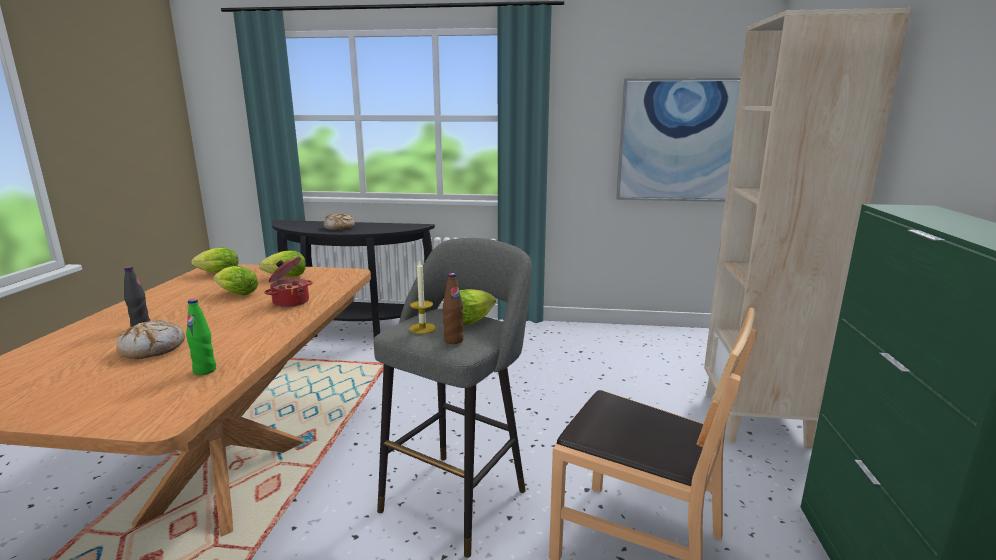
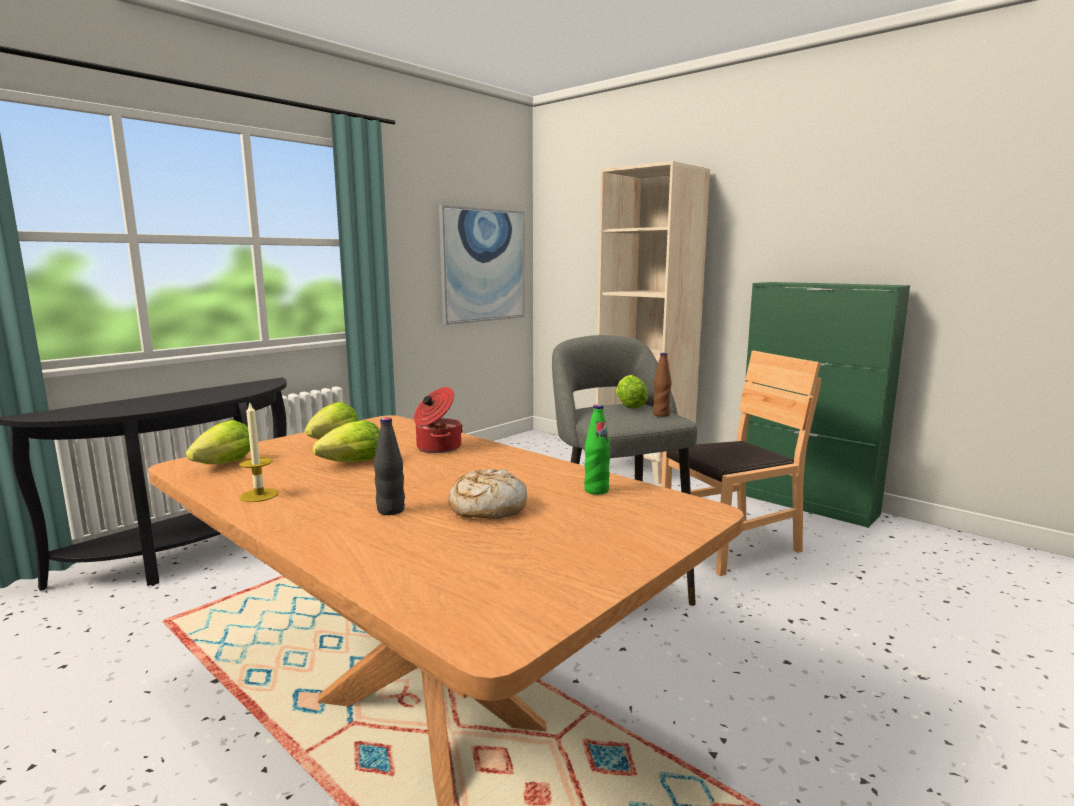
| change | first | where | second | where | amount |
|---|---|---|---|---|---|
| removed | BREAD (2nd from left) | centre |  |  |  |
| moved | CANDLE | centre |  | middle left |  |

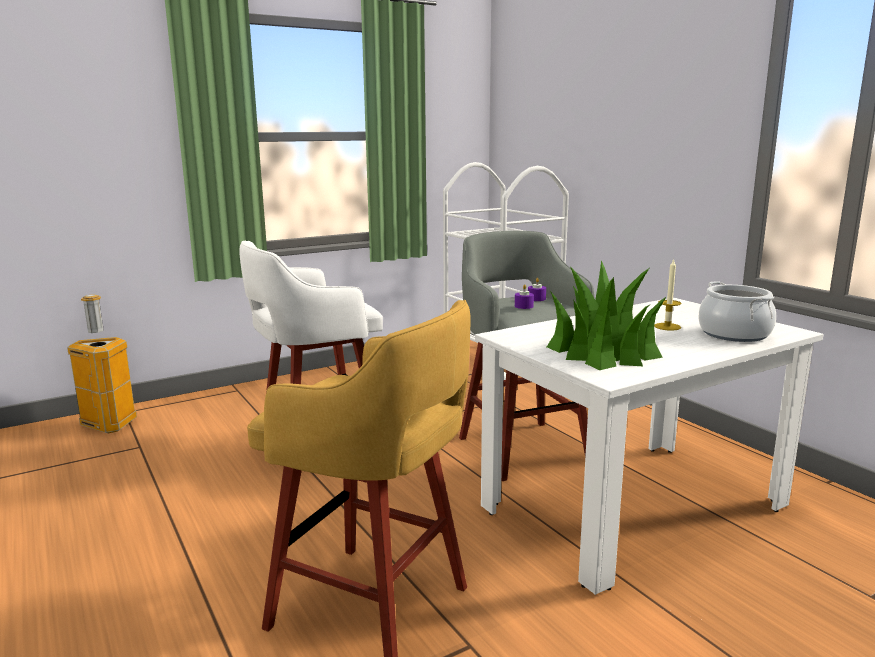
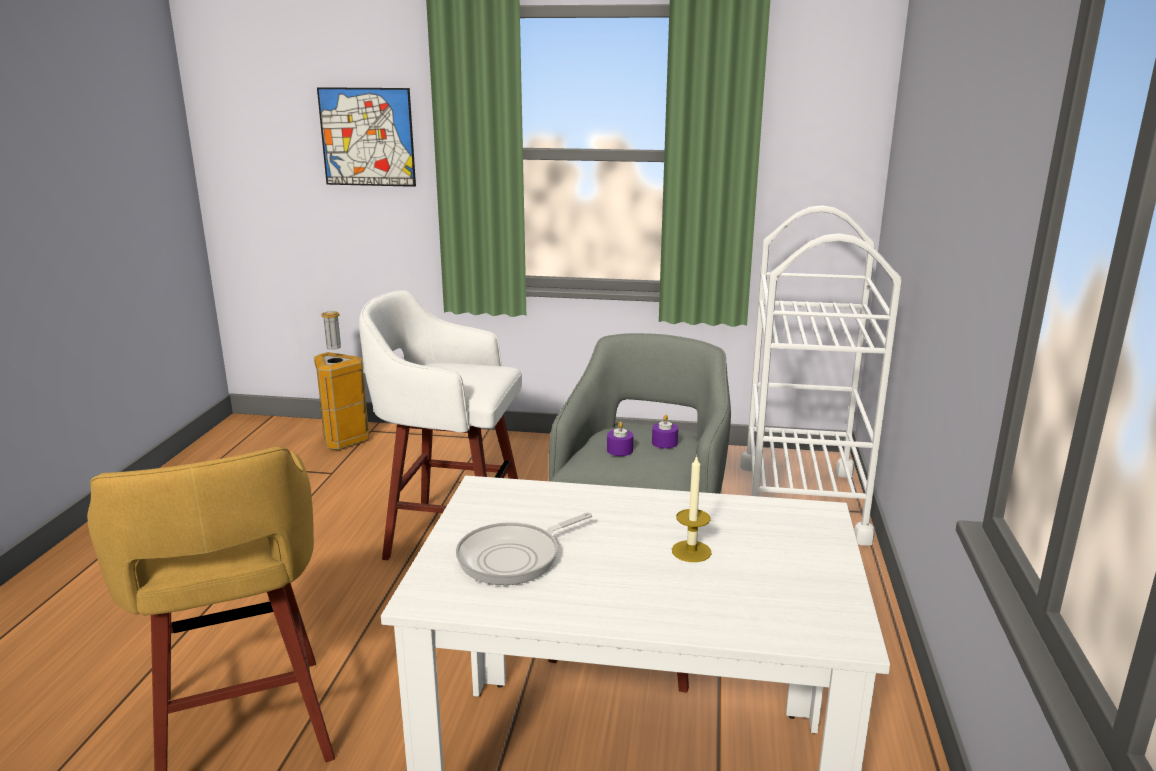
| change | first | where | second | where | amount |
|---|---|---|---|---|---|
| removed | COOKING POT | middle right |  |  |  |
| added |  |  | PICTURE | top left |  |
| replaced | POTTED PLANT | middle right | FRYING PAN | bottom centre |  |

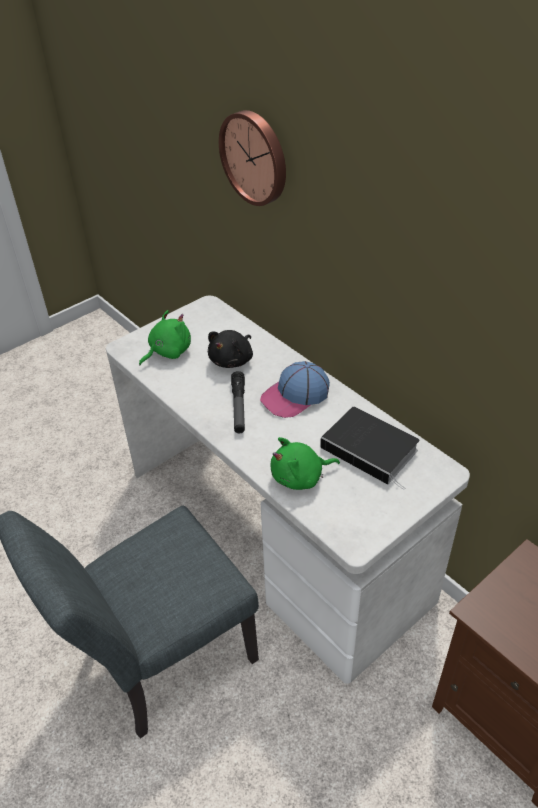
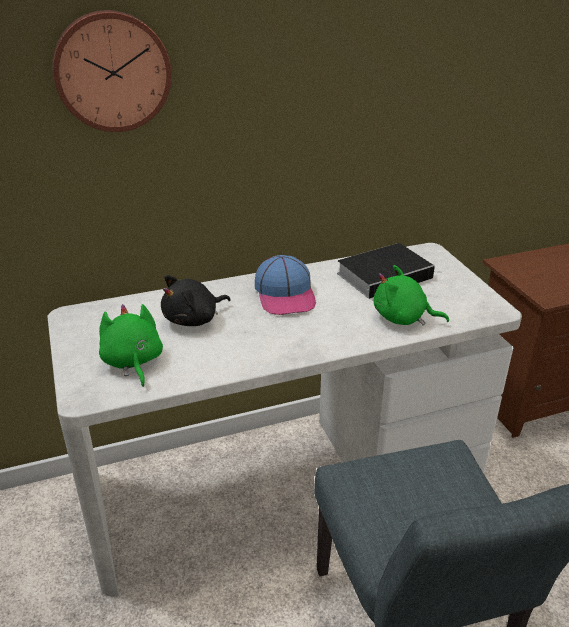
| change | first | where | second | where | amount |
|---|---|---|---|---|---|
| removed | FLASHLIGHT | centre |  |  |  |
| turned | BLACK PLUSH TOY | centre |  | centre | 90 degrees clockwise |
| turned | GREEN PLUSH TOY (2nd from left) | centre |  | middle right | 105 degrees clockwise |

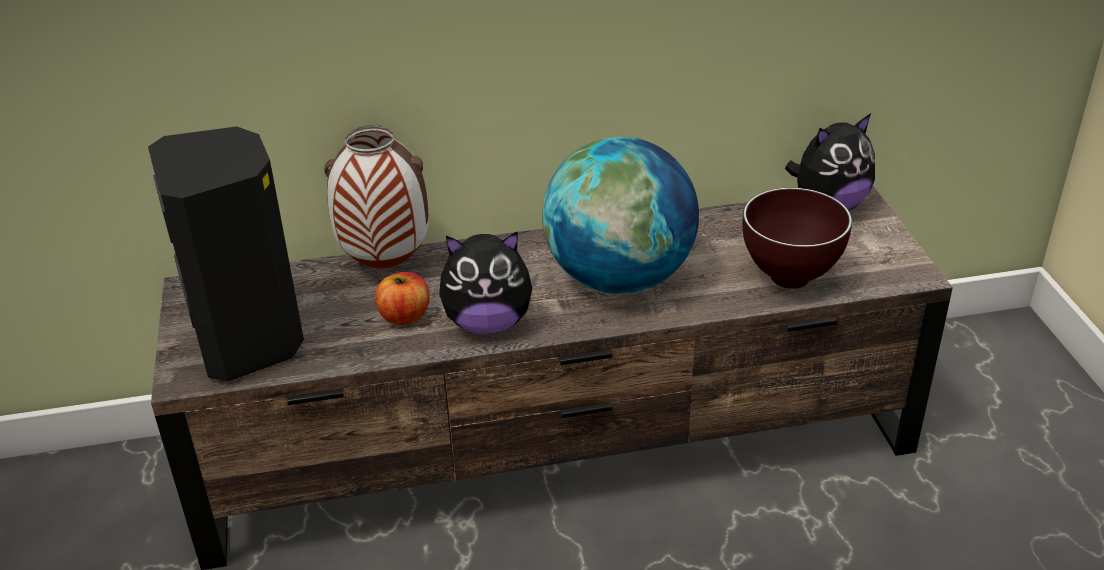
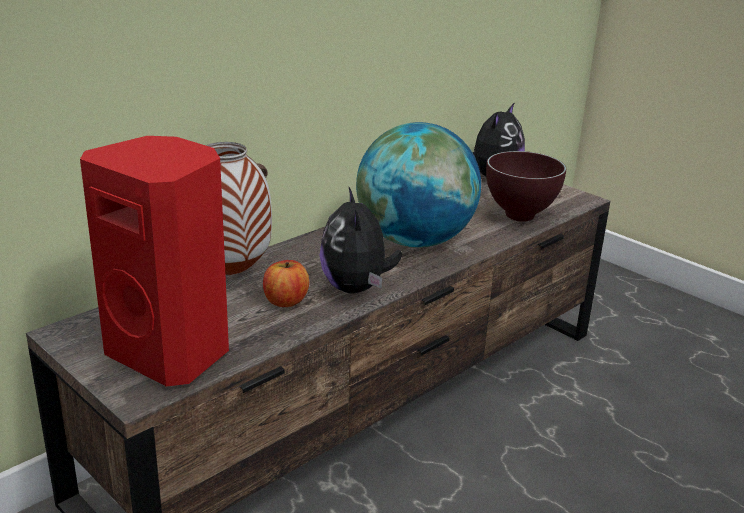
| change | first | where | second | where | amount |
|---|---|---|---|---|---|
| recoloured | BLACK SPEAKER | middle left | RED SPEAKER | middle left |  |
| turned | PLUSH TOY (1st from left) | centre |  | centre | 120 degrees clockwise |

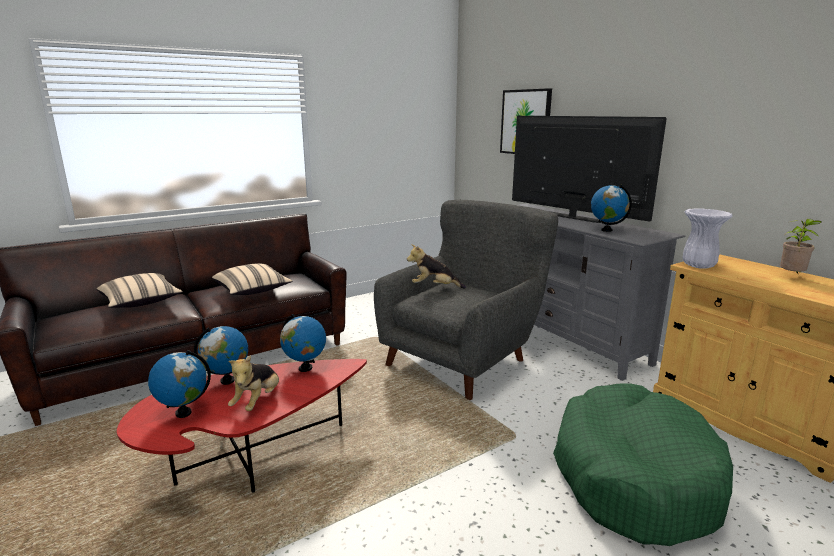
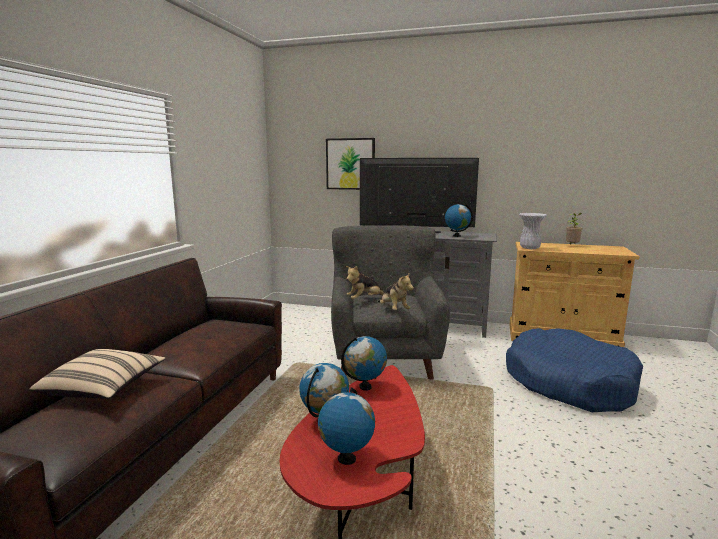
| change | first | where | second | where | amount |
|---|---|---|---|---|---|
| removed | BEIGE PILLOW (2nd from left) | middle left |  |  |  |
| moved | PLUSH TOY (1st from left in the first image) | bottom left | PLUSH TOY (2nd from left) | centre |  |
| recoloured | GREEN DOG BED | bottom right | BLUE DOG BED | bottom right |  |

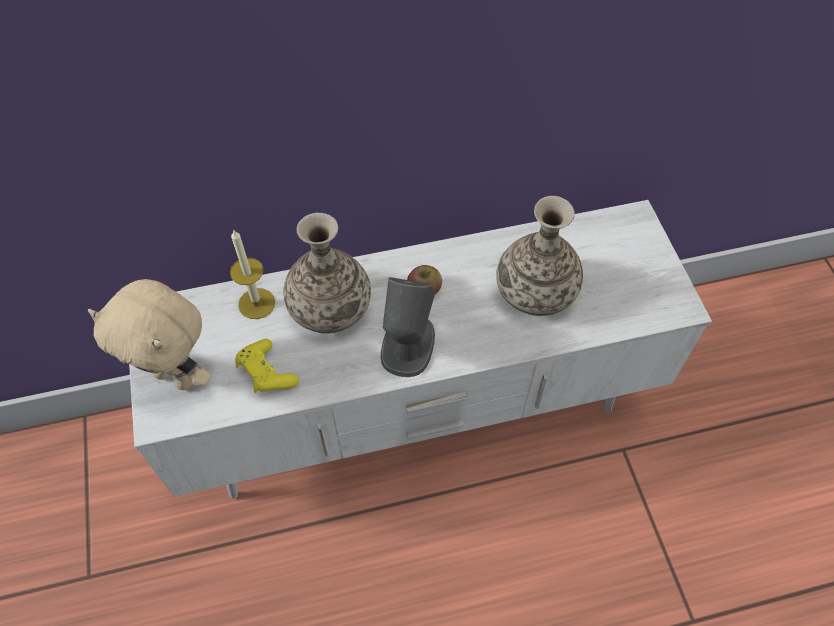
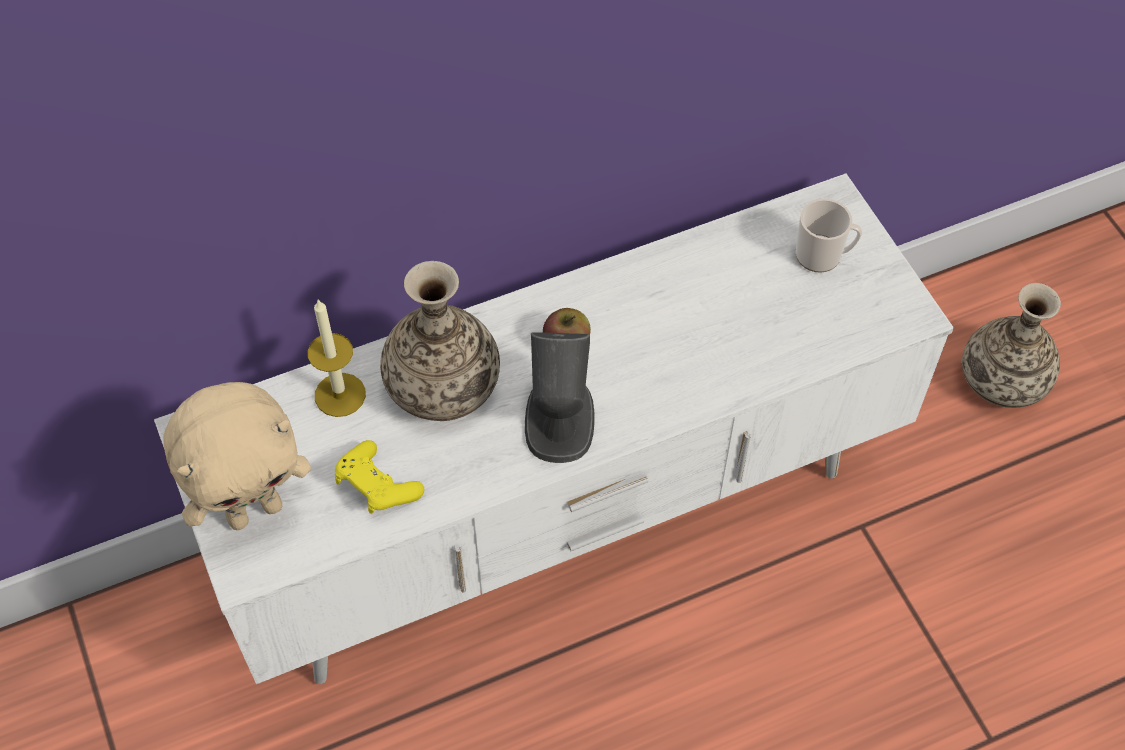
| change | first | where | second | where | amount |
|---|---|---|---|---|---|
| added |  |  | MUG | top right |  |
| moved | VASE (2nd from left) | centre |  | middle right |  |
| turned | BEIGE PLUSH TOY | middle left |  | middle left | 45 degrees counterclockwise |

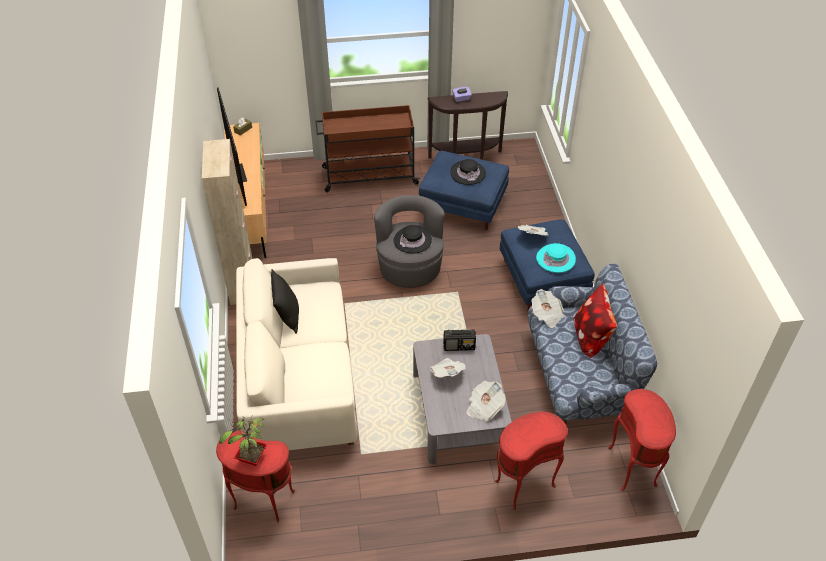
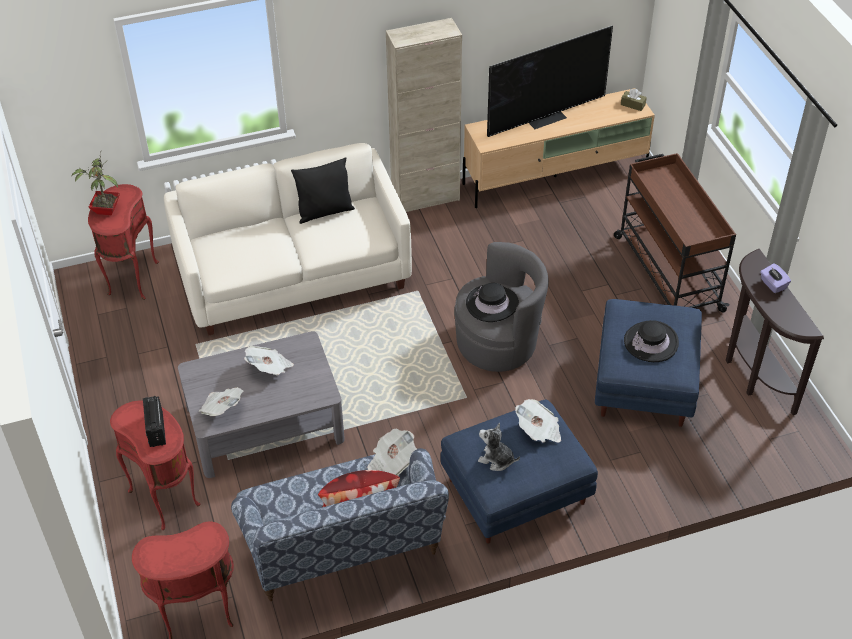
| change | first | where | second | where | amount |
|---|---|---|---|---|---|
| moved | RADIO | centre |  | middle left |  |
| replaced | TURQUOISE HAT | middle right | PLUSH TOY | bottom centre |  |

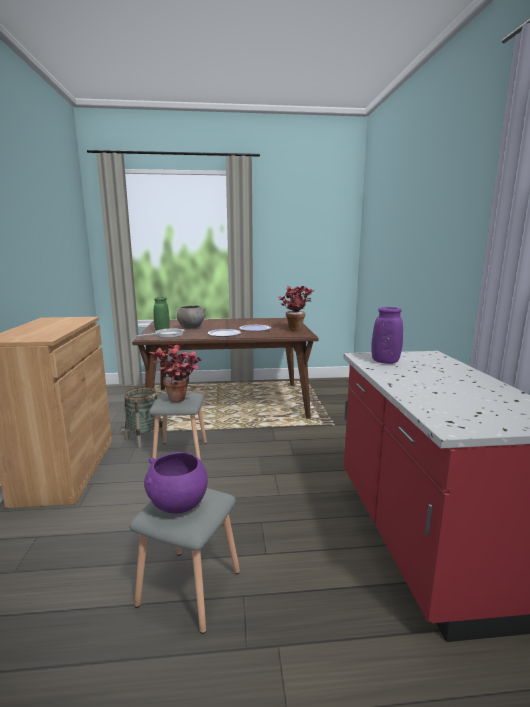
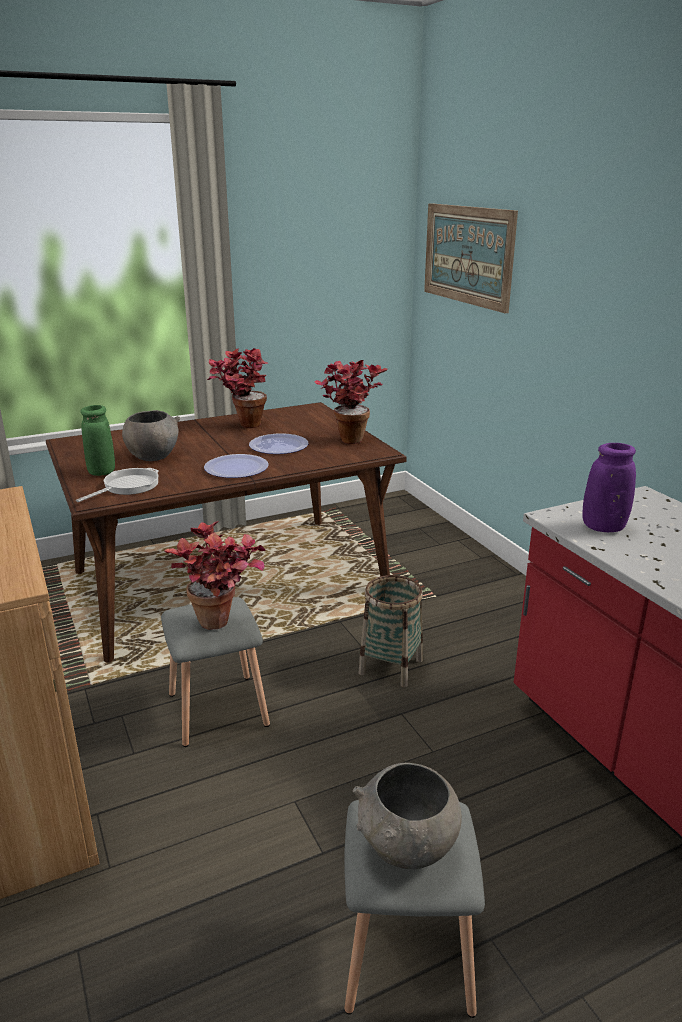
| change | first | where | second | where | amount |
|---|---|---|---|---|---|
| added |  |  | POTTED PLANT (2nd from left) | centre |  |
| added |  |  | PICTURE | top right |  |
| moved | BASKET | middle left |  | centre |  |
| recoloured | PURPLE BOWL | bottom left | GREY BOWL (2nd from left) | bottom centre |  |

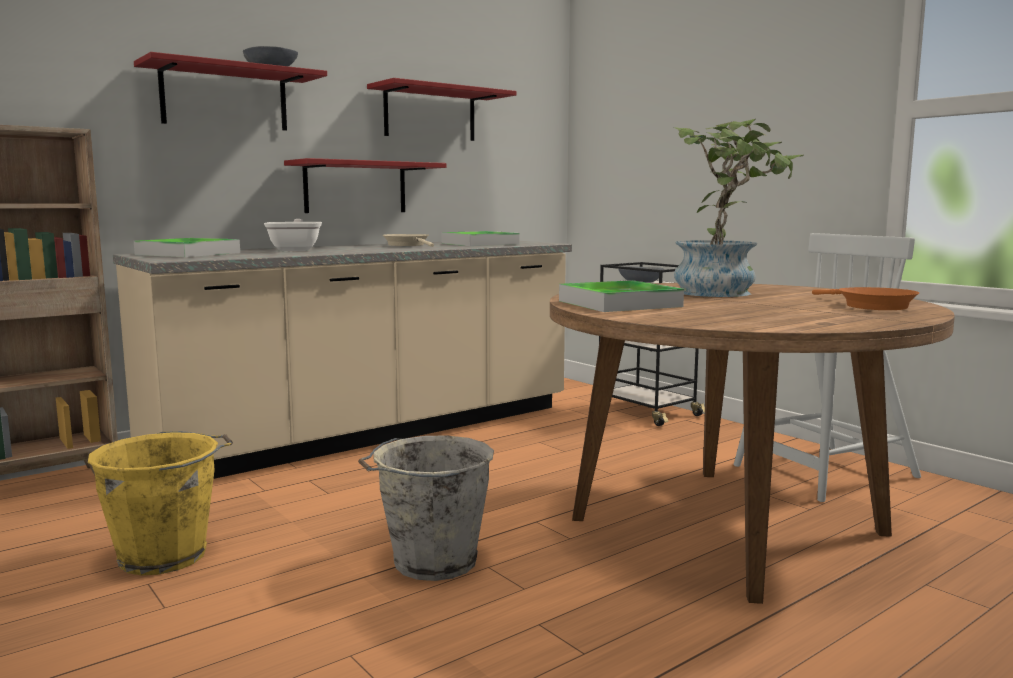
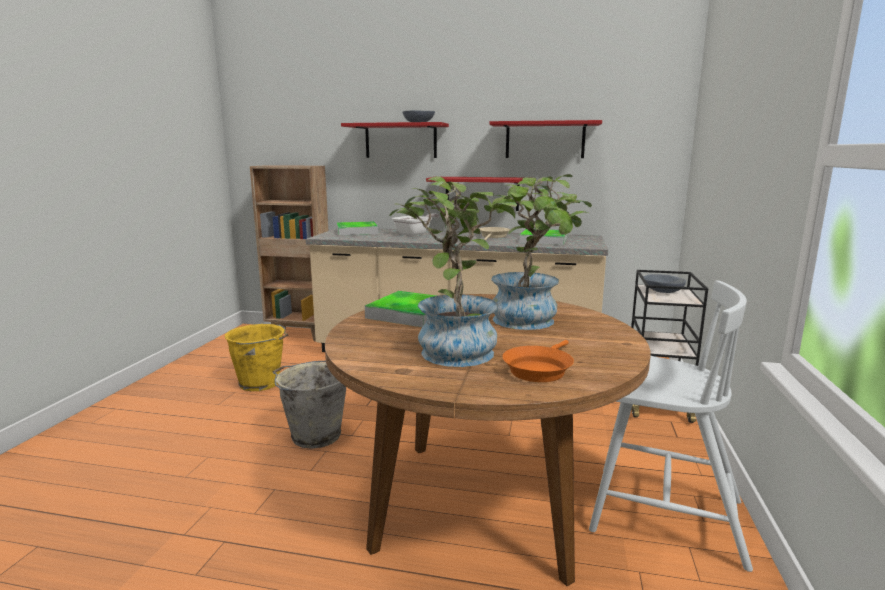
| change | first | where | second | where | amount |
|---|---|---|---|---|---|
| added |  |  | POTTED PLANT (1st from left) | centre |  |

